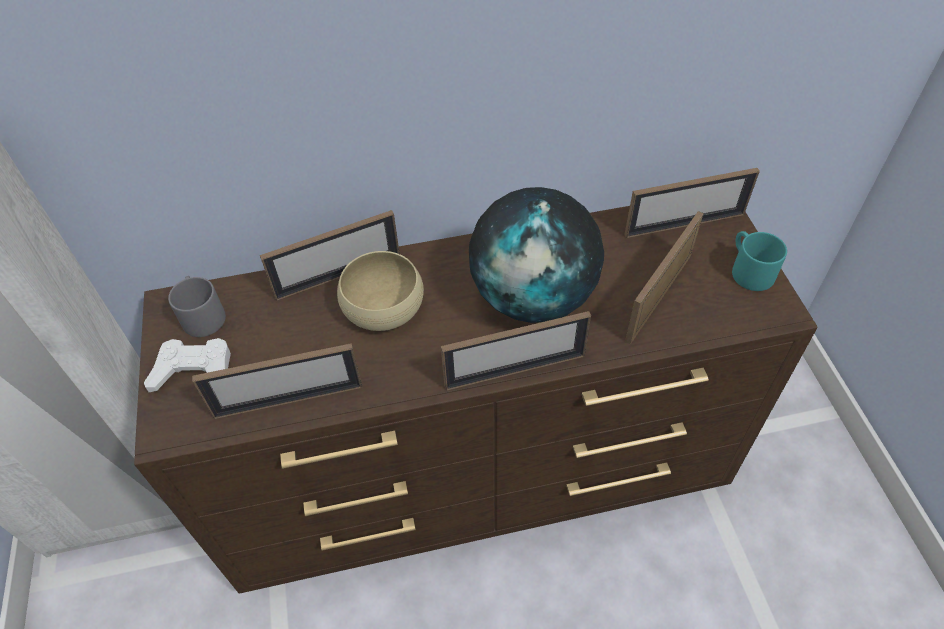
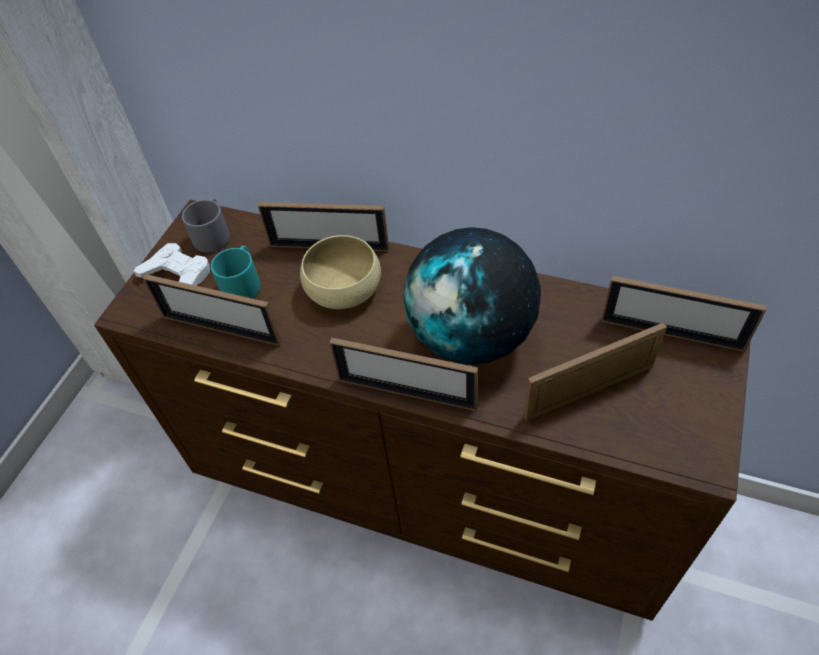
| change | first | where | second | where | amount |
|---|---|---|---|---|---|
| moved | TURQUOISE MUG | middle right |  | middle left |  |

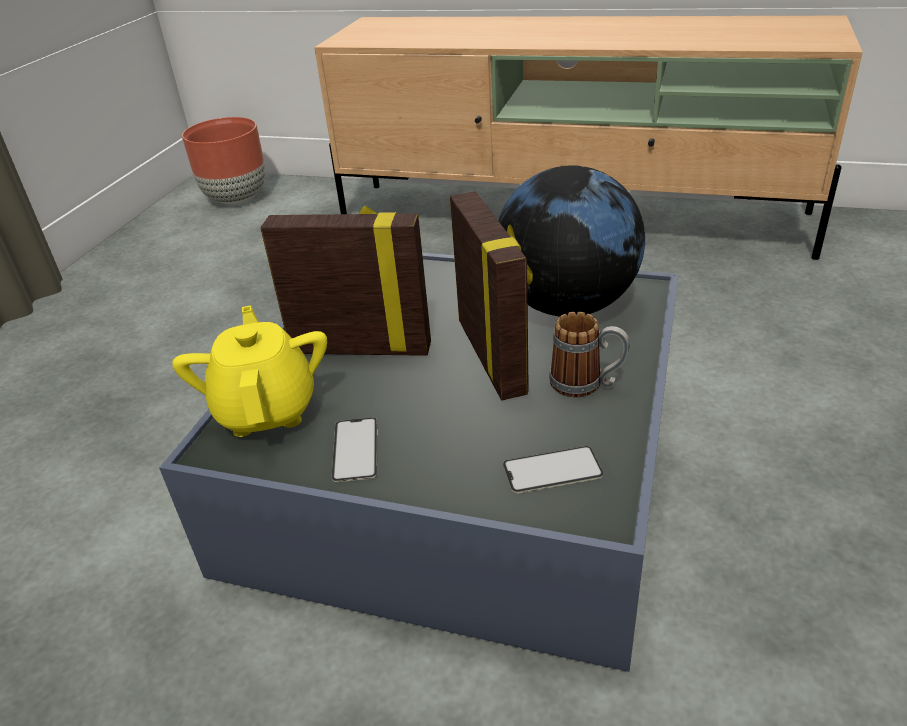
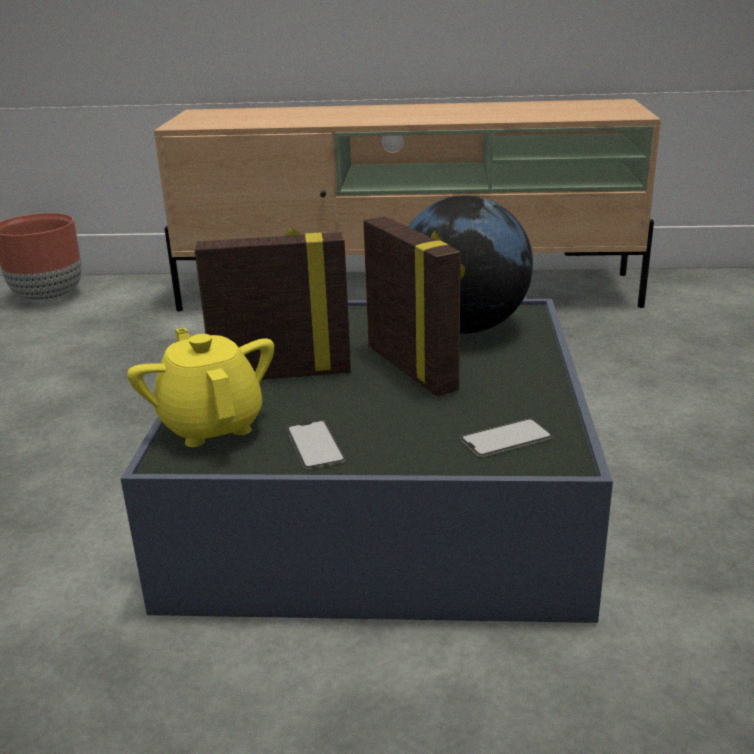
| change | first | where | second | where | amount |
|---|---|---|---|---|---|
| removed | MUG | centre |  |  |  |

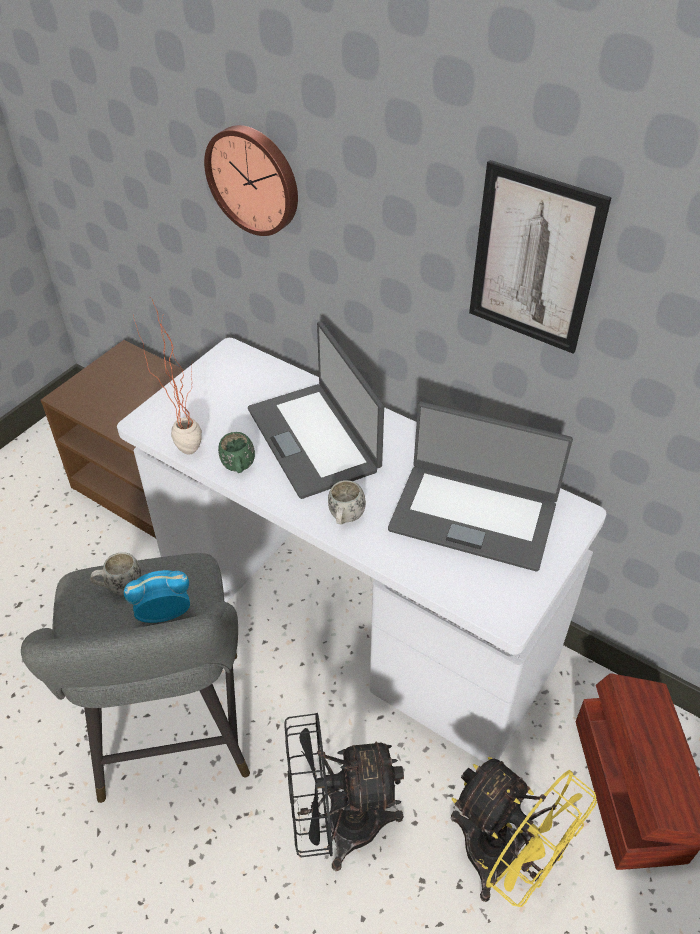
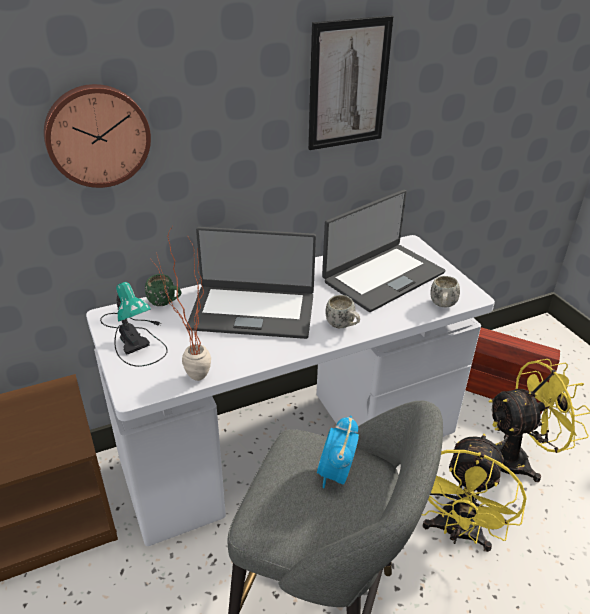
| change | first | where | second | where | amount |
|---|---|---|---|---|---|
| added |  |  | TABLE LAMP | middle left |  |
| moved | WHITE MUG (1st from left in the first image) | middle left | WHITE MUG (2nd from left) | middle right |  |
| moved | GREEN MUG | centre |  | middle left |  |
| recoloured | BLACK FAN | bottom centre | YELLOW FAN (1st from left) | bottom right |  |

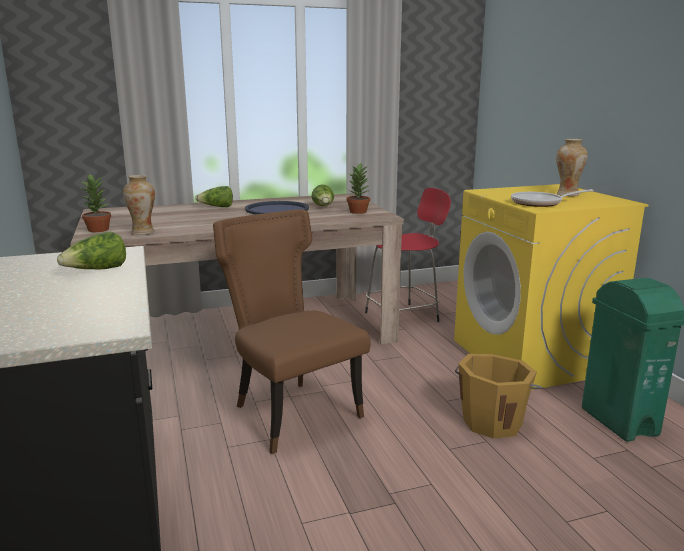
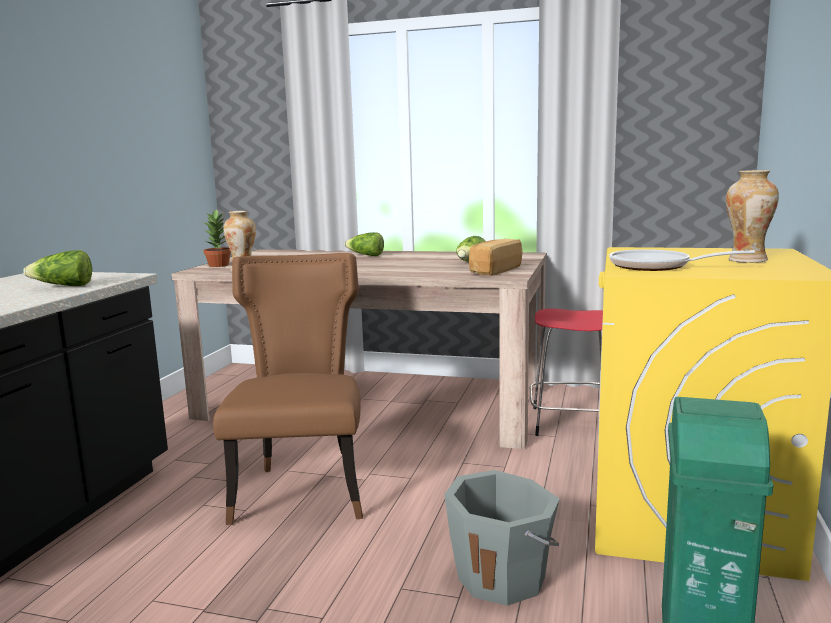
| change | first | where | second | where | amount |
|---|---|---|---|---|---|
| removed | BLUE TRAY | centre |  |  |  |
| replaced | POTTED PLANT (2nd from left) | centre | BREAD | centre |  |
| recoloured | ORANGE BUCKET | bottom right | GREY BUCKET | bottom centre |  |

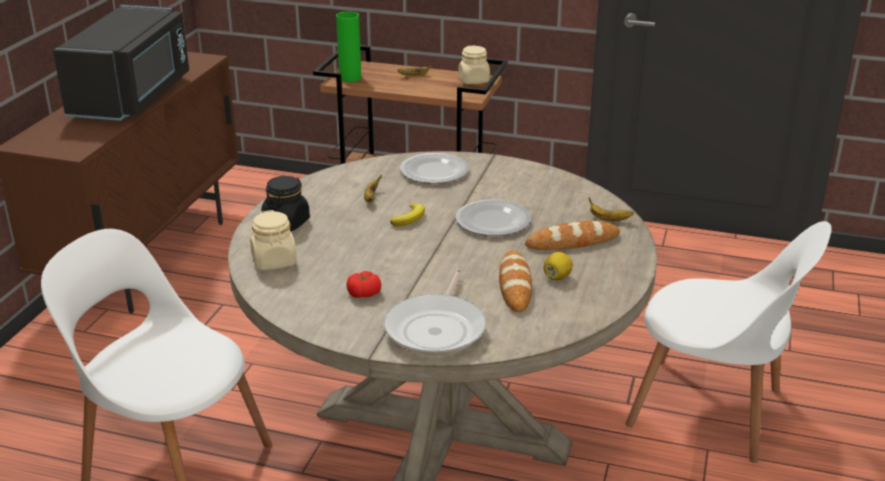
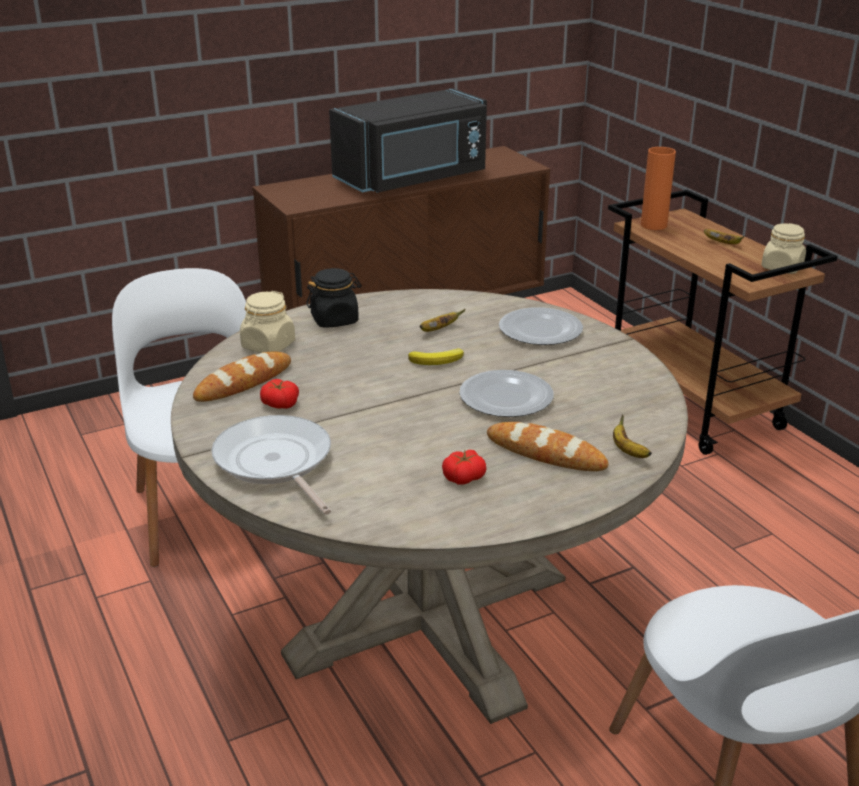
| change | first | where | second | where | amount |
|---|---|---|---|---|---|
| moved | BREAD (1st from left) | centre |  | middle left |  |
| replaced | LEMON | centre | TOMATO (2nd from left) | centre |  |
| recoloured | GREEN VASE | top centre | ORANGE VASE | top right |  |
| turned | FRYING PAN | centre |  | middle left | 90 degrees clockwise |

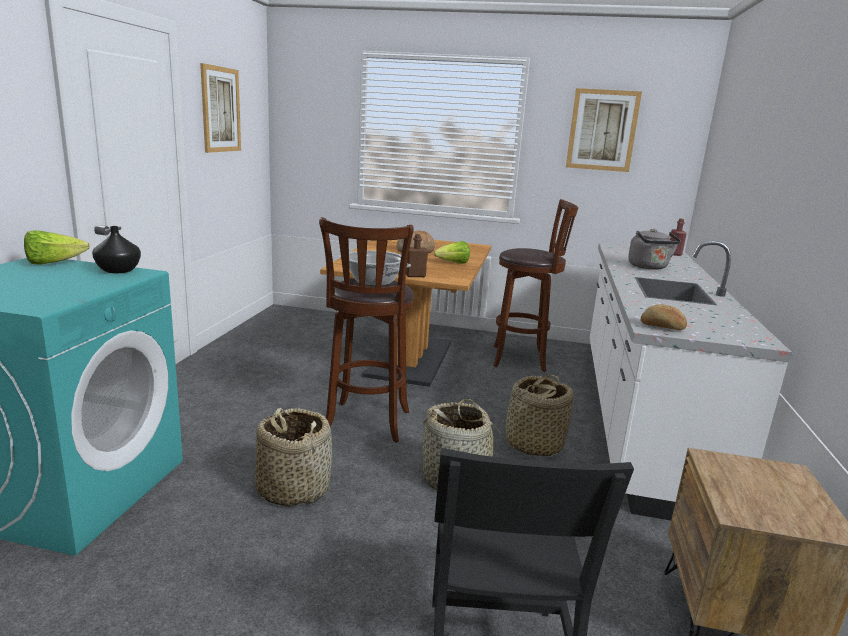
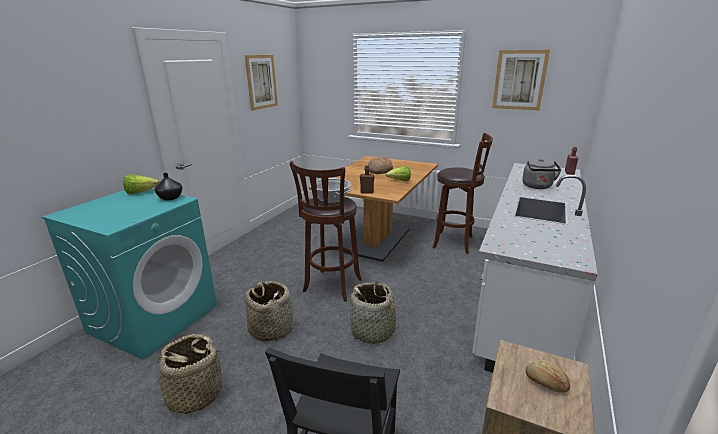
| change | first | where | second | where | amount |
|---|---|---|---|---|---|
| moved | BASKET (3rd from left in the first image) | centre | BASKET (1st from left) | bottom left |  |
| moved | BREAD (2nd from left) | middle right |  | bottom right |  |

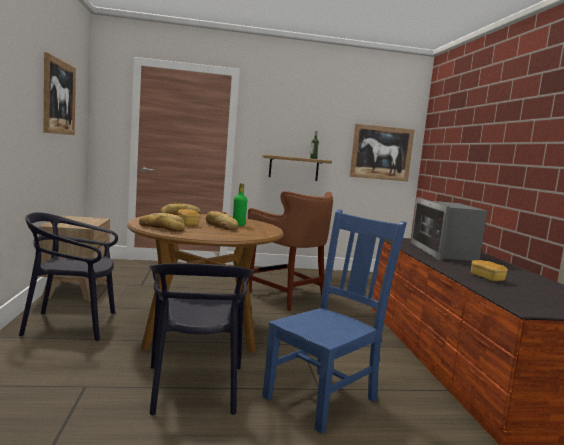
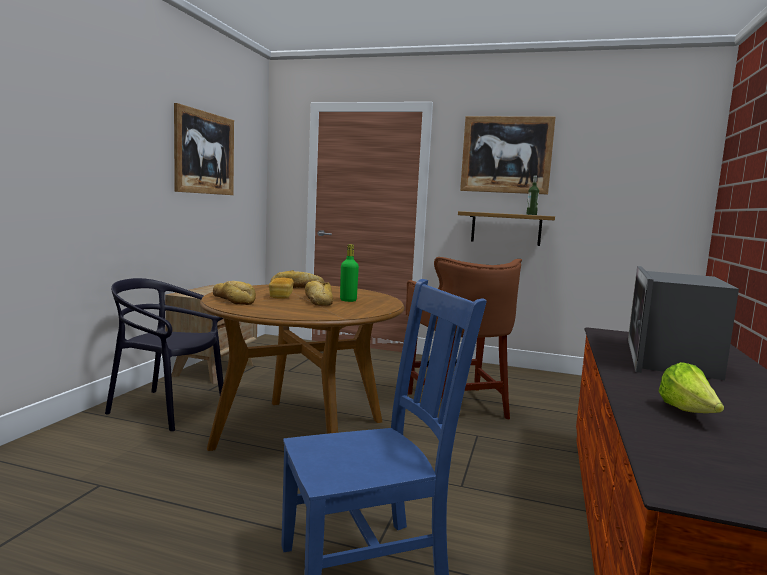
| change | first | where | second | where | amount |
|---|---|---|---|---|---|
| removed | BLACK CHAIR (2nd from left) | bottom centre |  |  |  |
| moved | PICTURE (2nd from left) | middle right |  | top centre |  |
| replaced | BREAD (5th from left) | middle right | LETTUCE | bottom right |  |

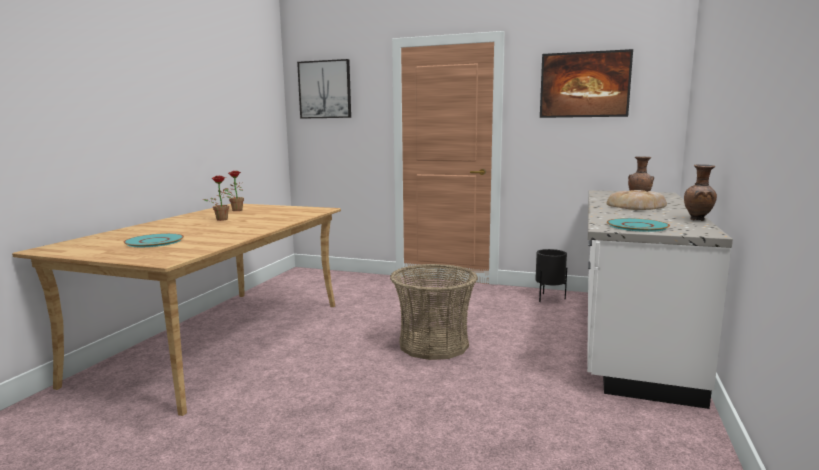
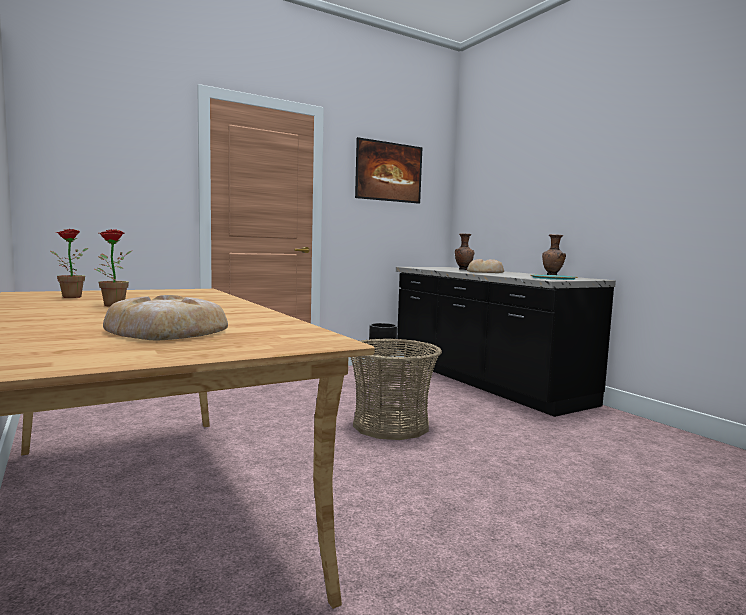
| change | first | where | second | where | amount |
|---|---|---|---|---|---|
| removed | PICTURE (1st from left) | top centre |  |  |  |
| replaced | TURQUOISE PLATE (1st from left) | middle left | BREAD (1st from left) | middle left |  |
| recoloured | WHITE COUNTER | middle right | BLACK COUNTER | middle right |  |

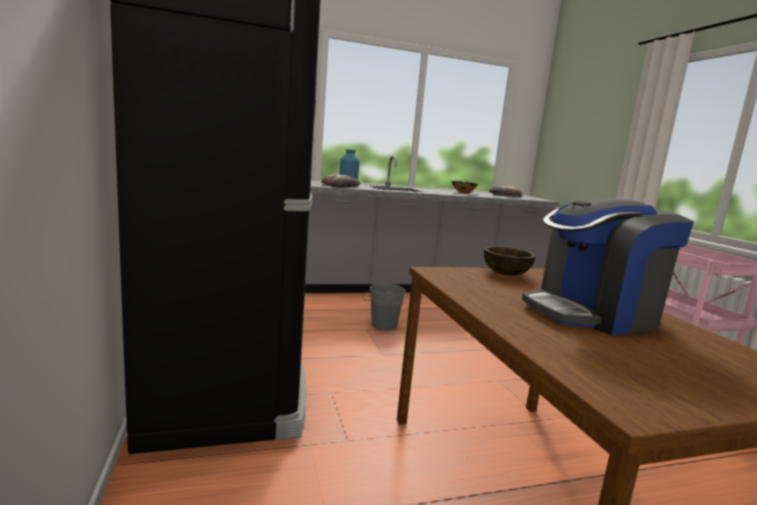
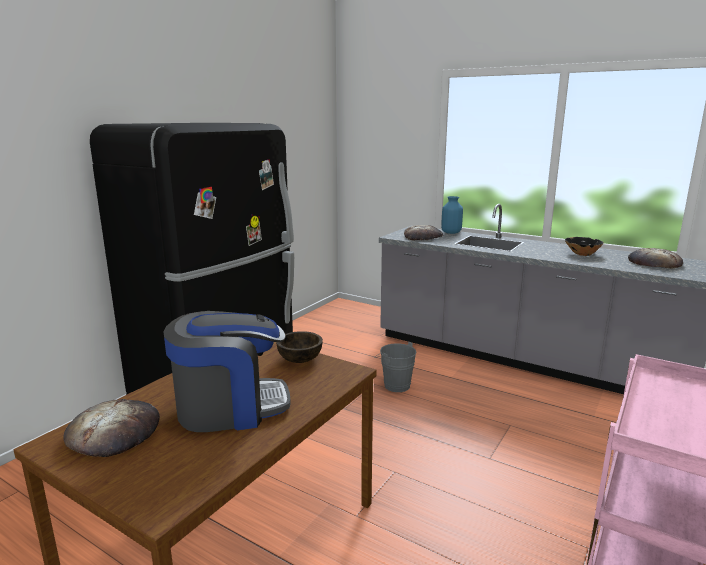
| change | first | where | second | where | amount |
|---|---|---|---|---|---|
| added |  |  | BREAD (1st from left) | bottom left |  |
| turned | COFFEE MACHINE | middle right |  | middle left | 135 degrees clockwise |

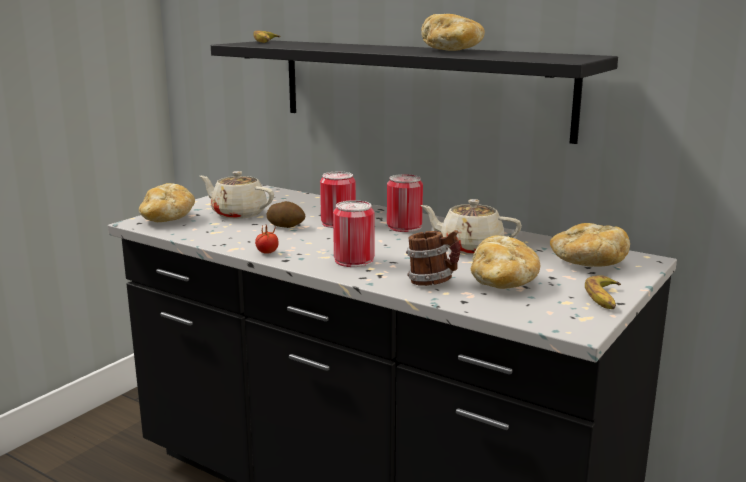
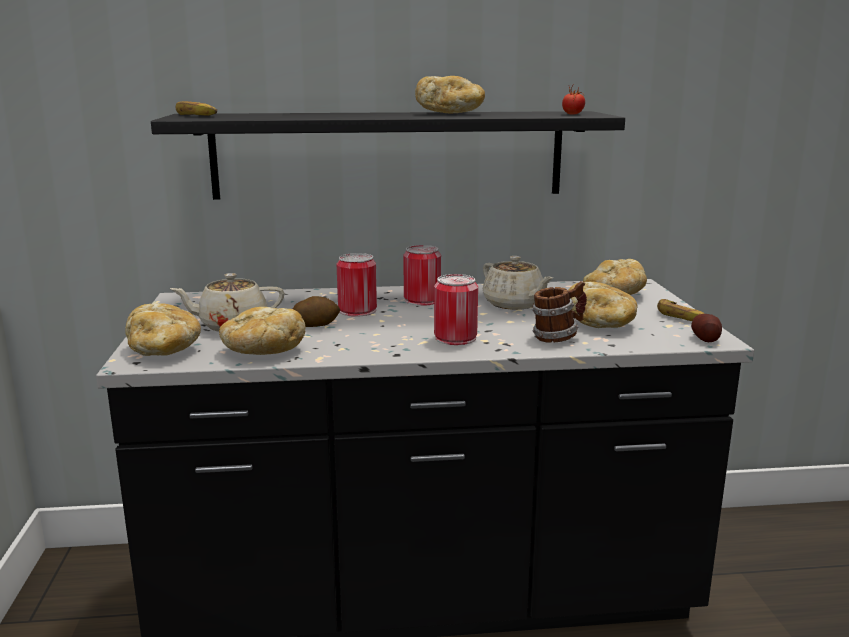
| change | first | where | second | where | amount |
|---|---|---|---|---|---|
| added |  |  | BREAD (2nd from left) | middle left |  |
| added |  |  | POTATO (2nd from left) | middle right |  |
| moved | TOMATO | centre |  | top right |  |
| turned | BEIGE TEAPOT (2nd from left) | centre |  | centre | 105 degrees counterclockwise |

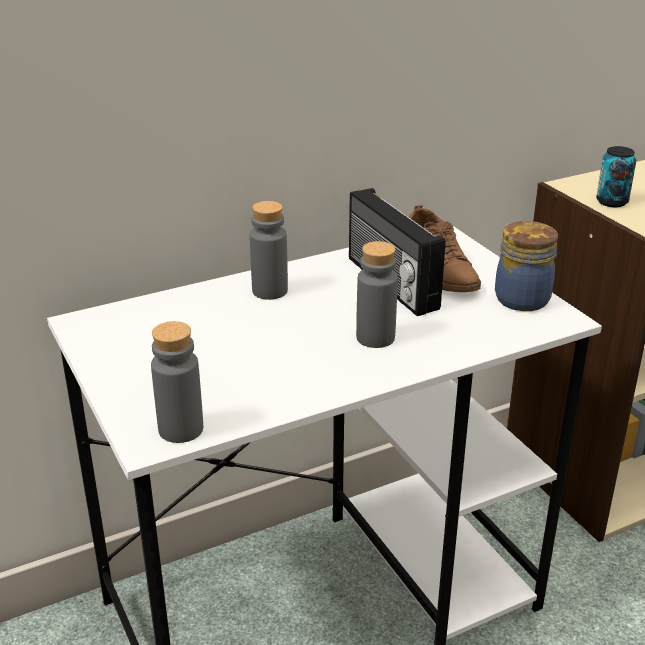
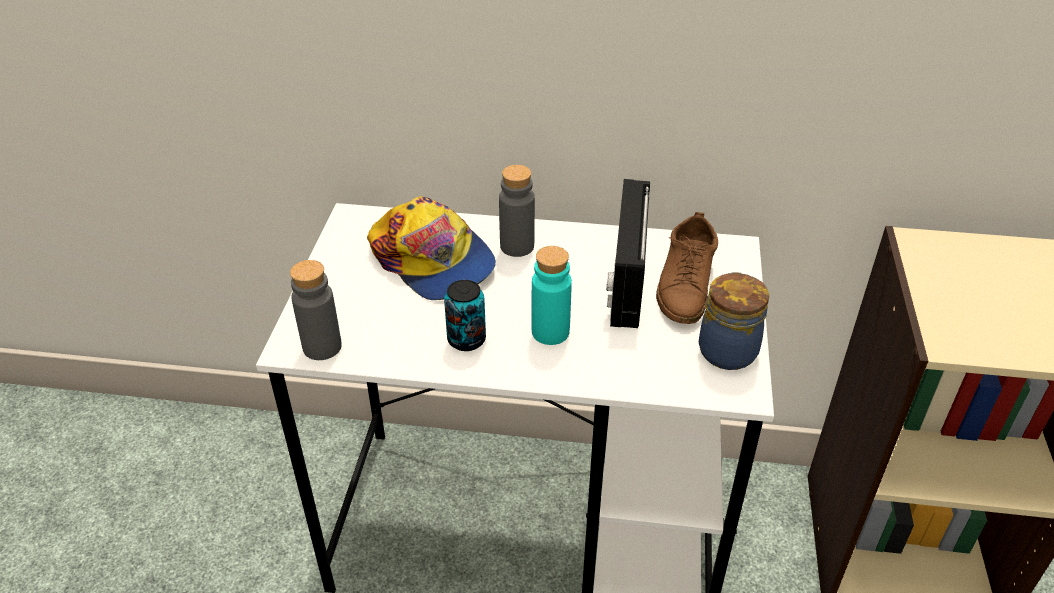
| change | first | where | second | where | amount |
|---|---|---|---|---|---|
| added |  |  | CAP | centre |  |
| moved | CAN | top right |  | centre |  |
| recoloured | GREY BOTTLE (3rd from left) | centre | TURQUOISE BOTTLE | centre |  |

